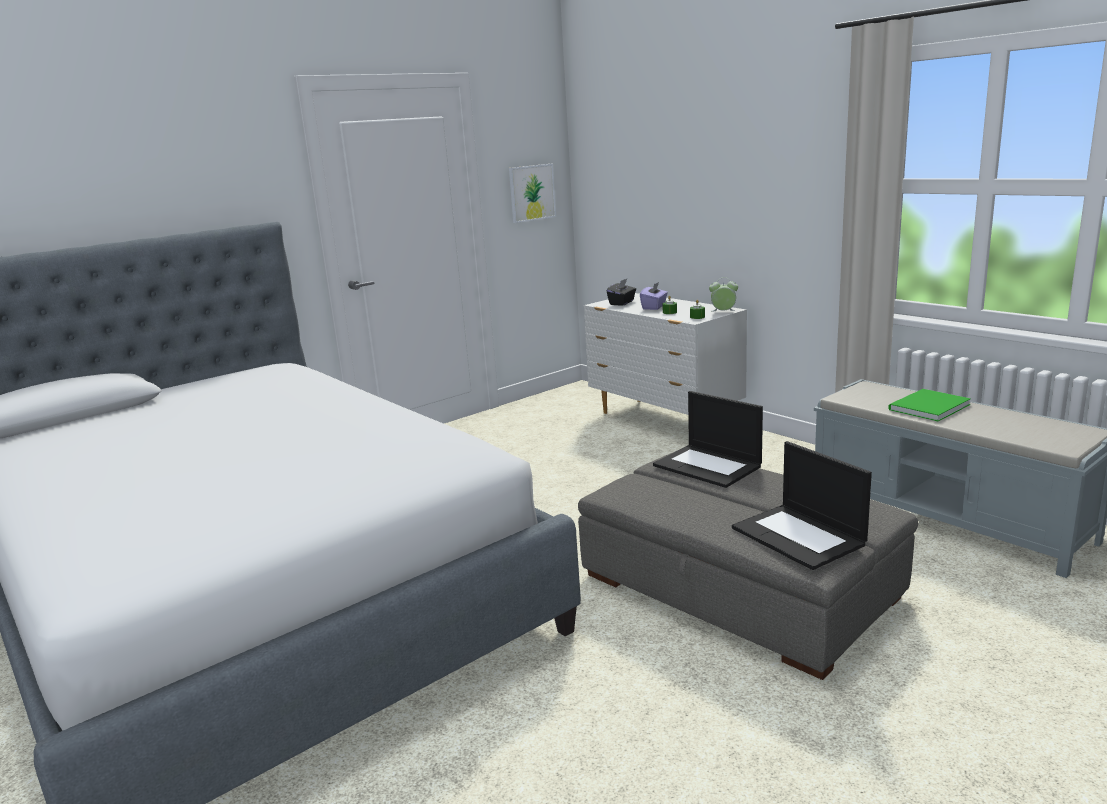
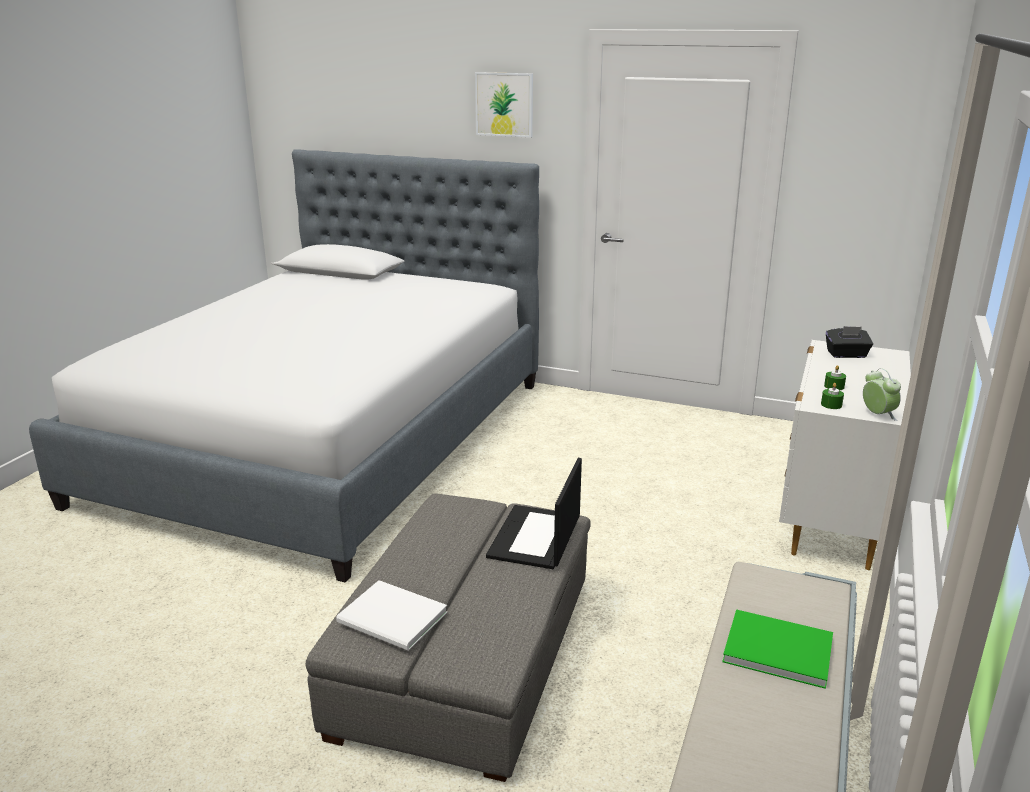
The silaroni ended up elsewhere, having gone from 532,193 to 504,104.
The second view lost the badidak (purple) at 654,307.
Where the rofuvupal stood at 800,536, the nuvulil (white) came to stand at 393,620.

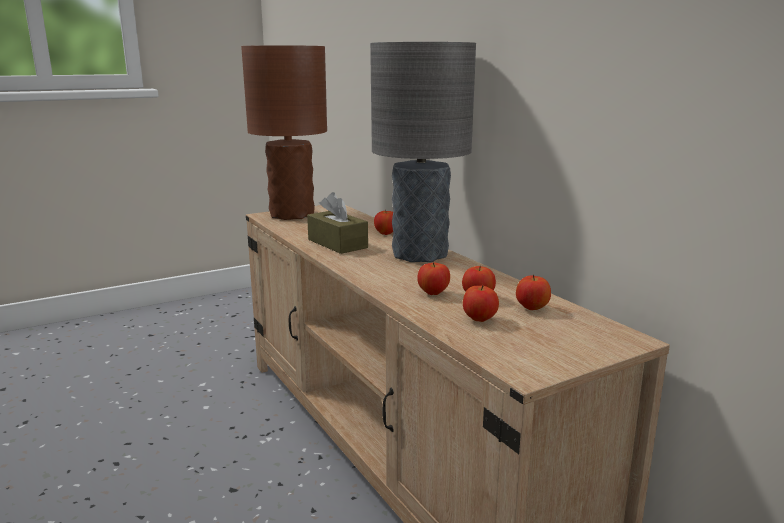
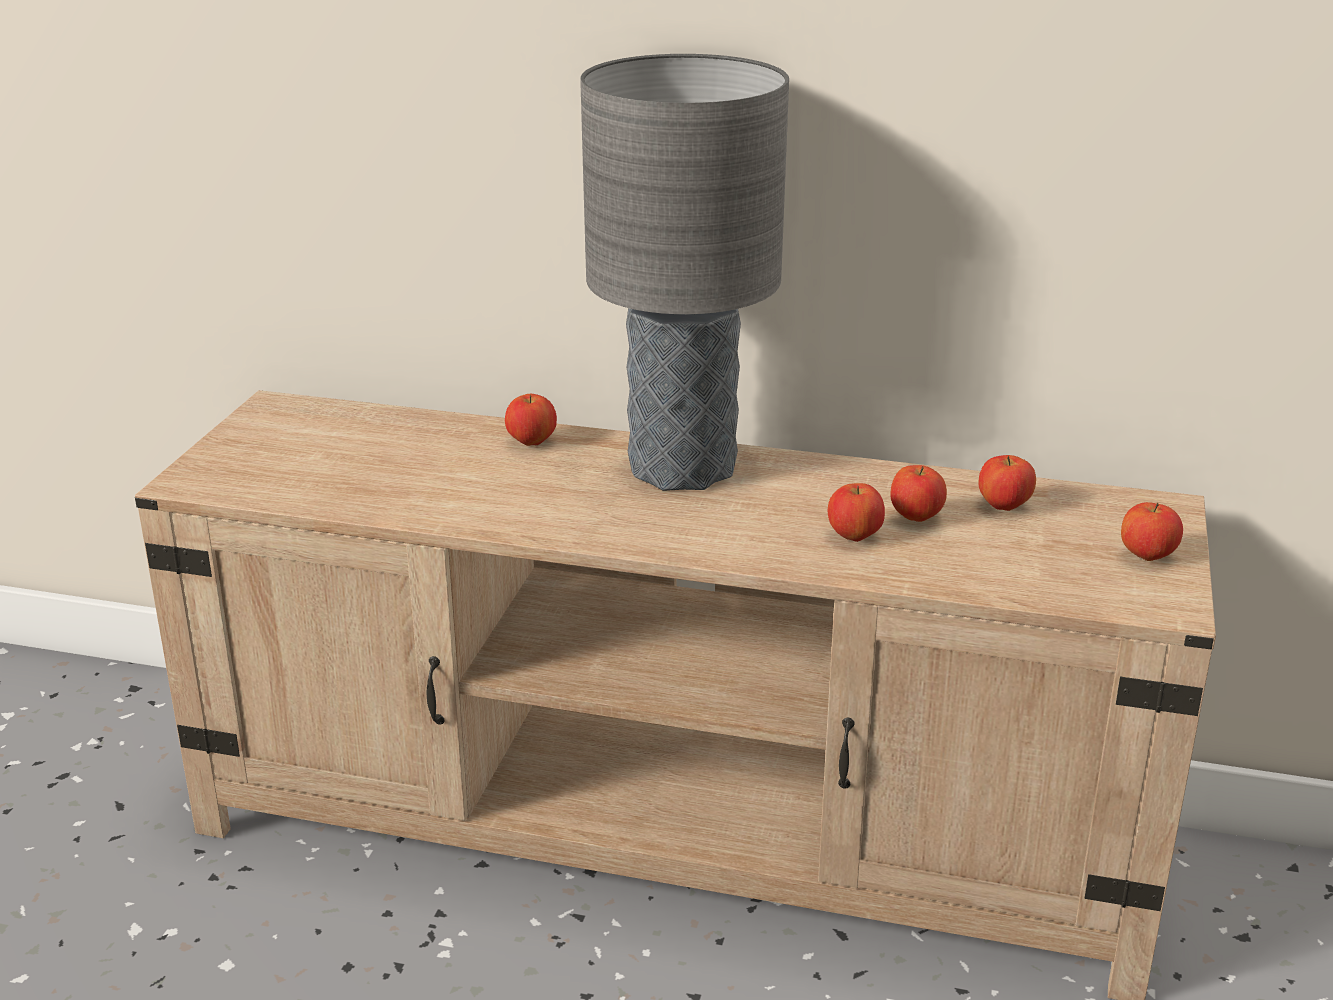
The second view lost the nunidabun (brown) at 292,215.
The second view lost the badidak (brown) at 337,243.
The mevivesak ended up elsewhere, having gone from 479,319 to 1147,556.

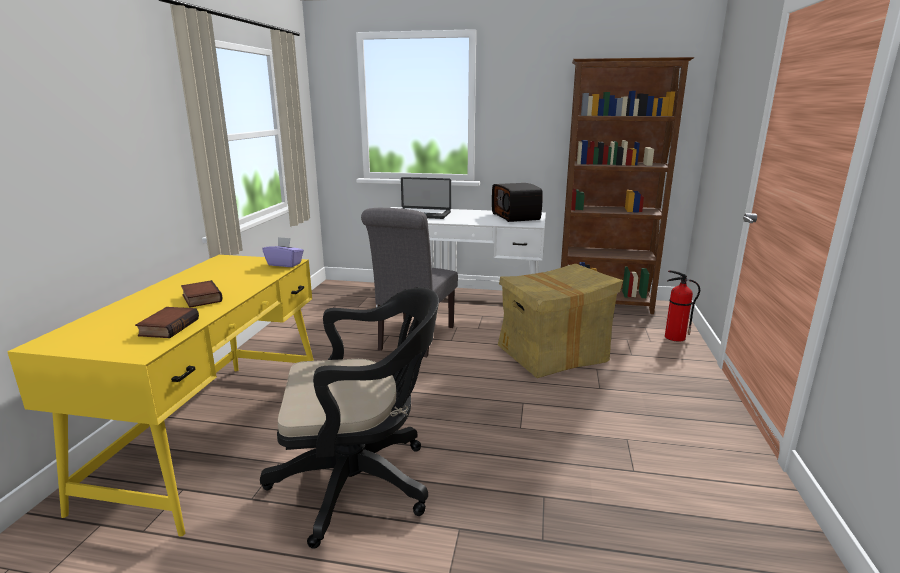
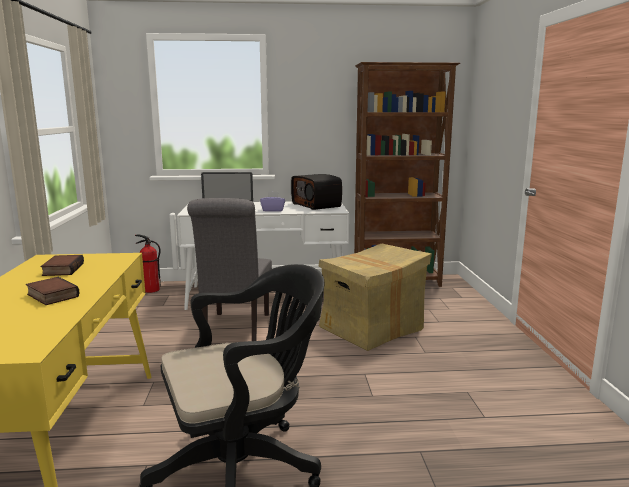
The nuvulil ended up elsewhere, having gone from 168,327 to 62,269.
The badidak (purple) ended up elsewhere, having gone from 285,264 to 273,210.
The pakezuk ended up elsewhere, having gone from 674,337 to 150,290.

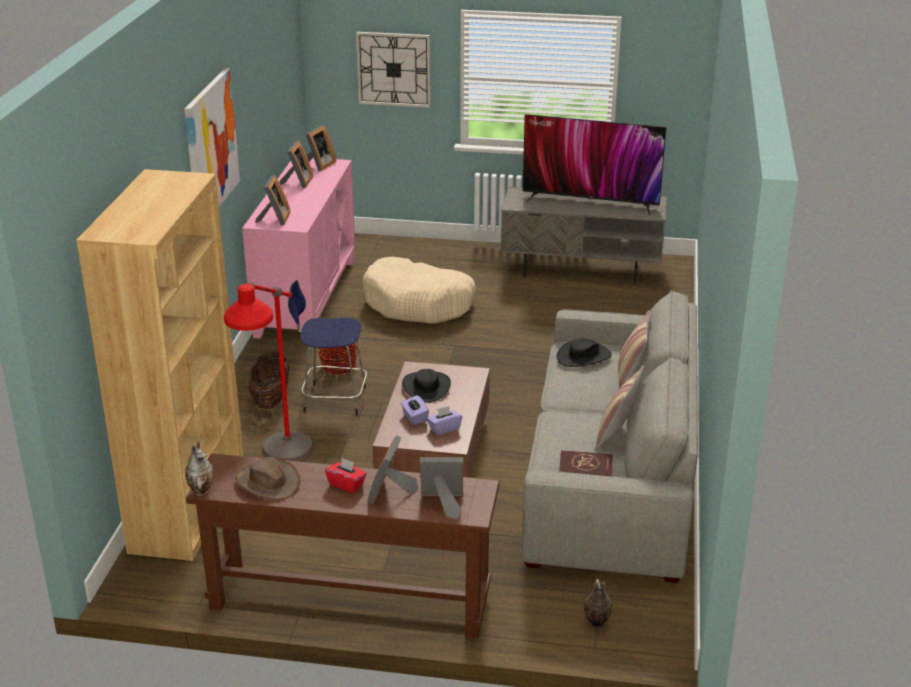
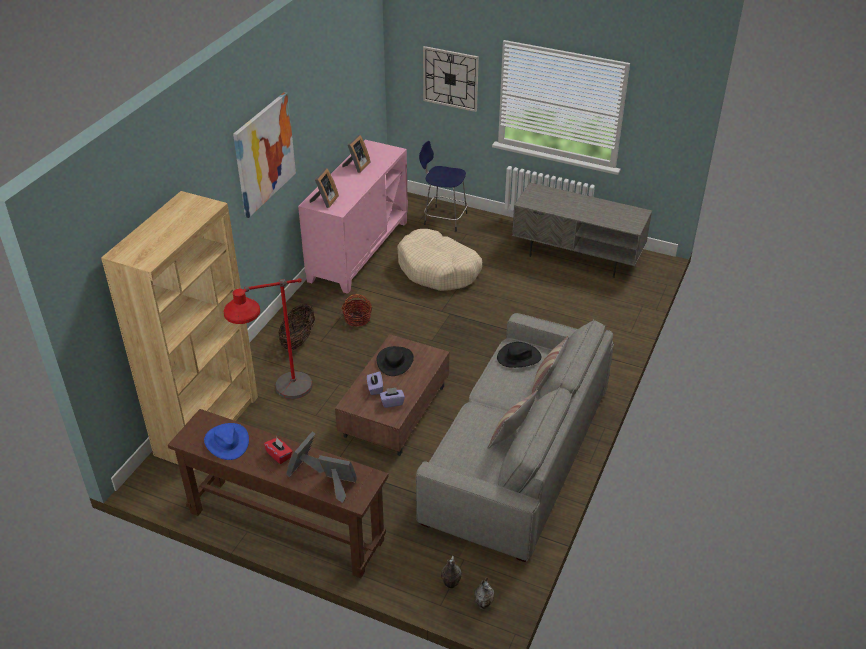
The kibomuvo ended up elsewhere, having gone from 201,490 to 483,604.
What was the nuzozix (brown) at 267,482 turned into the nuzozix (blue) at 227,442.
The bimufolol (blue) ended up elsewhere, having gone from 332,399 to 444,218.
The second view lost the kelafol at 318,165.
The second view lost the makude at 590,202.
The second view lost the nuvulil (red) at 585,468.

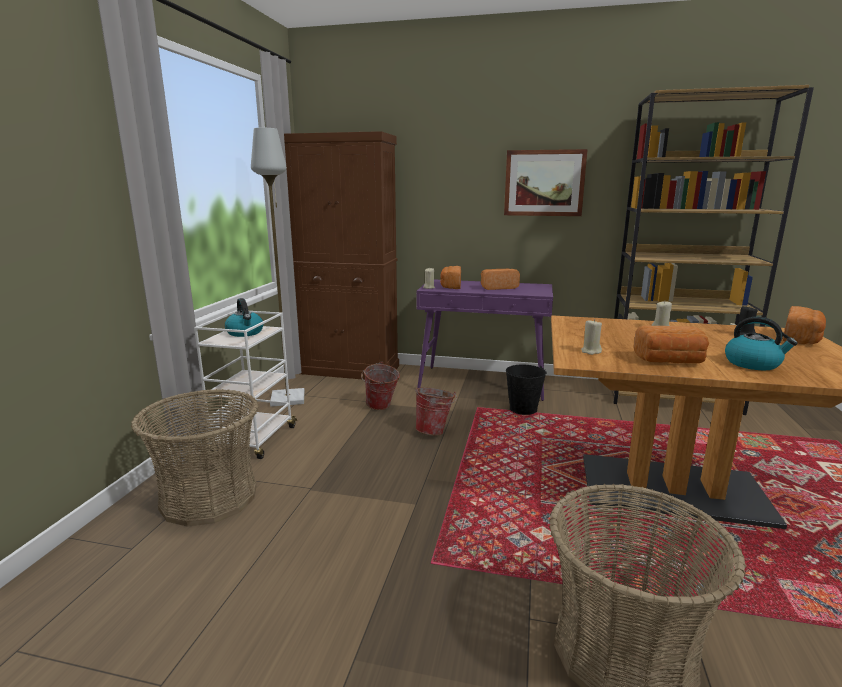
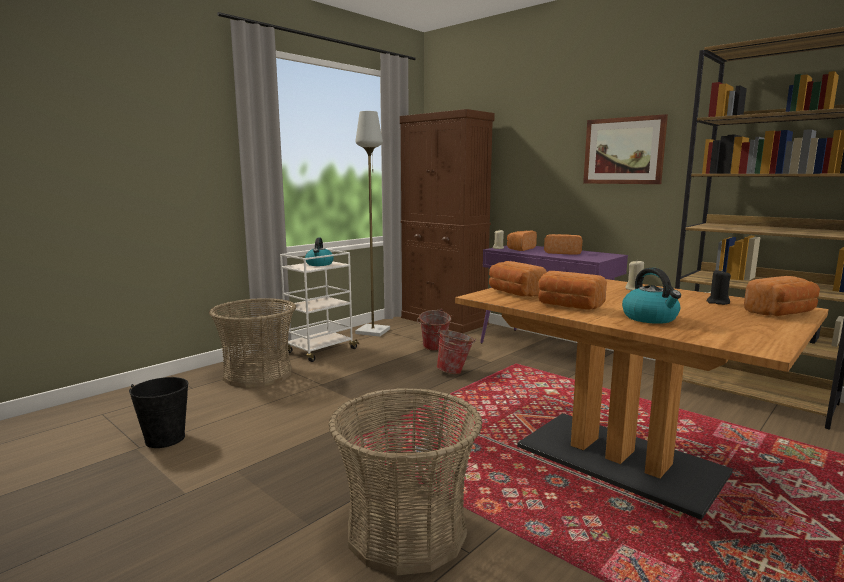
The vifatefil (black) ended up elsewhere, having gone from 523,410 to 165,439.
Where the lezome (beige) stood at 591,351, the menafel came to stand at 514,293.

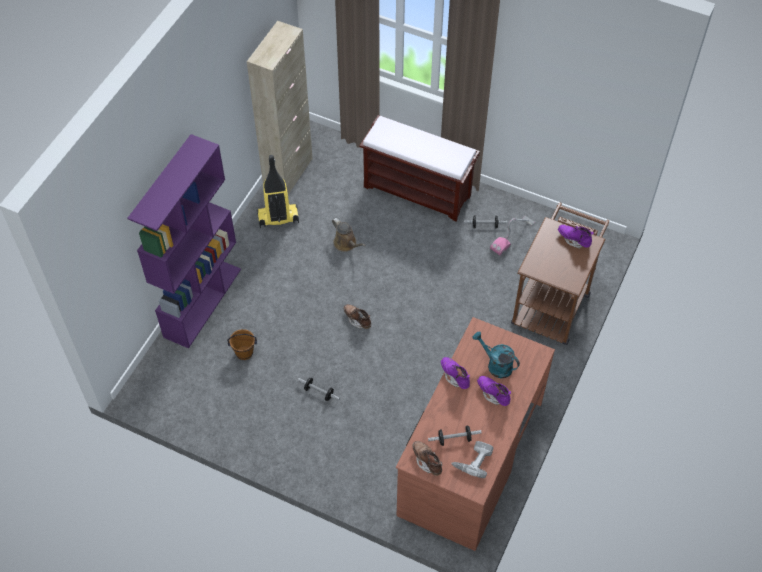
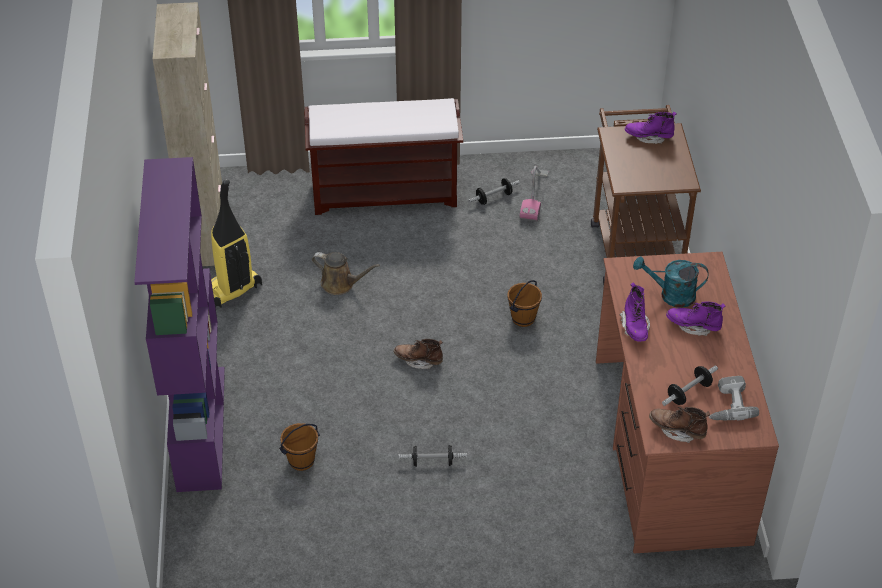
The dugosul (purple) at 455,376 ended up facing another way, 120 degrees counterclockwise from before.
The second view gained the vifatefil (brown) at 523,318.

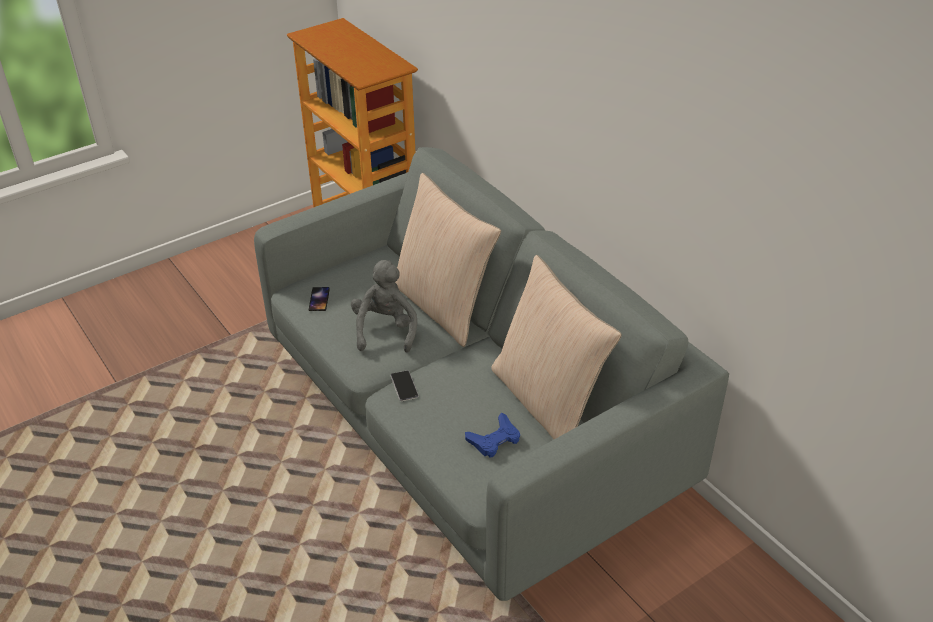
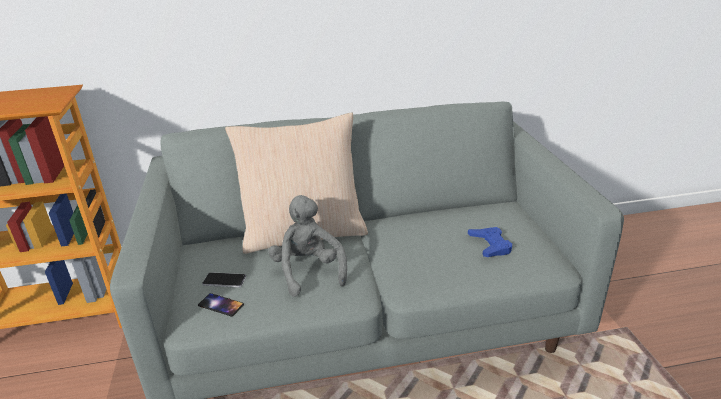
The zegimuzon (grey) at 385,330 ended up facing another way, 45 degrees clockwise from before.
The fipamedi ended up elsewhere, having gone from 404,386 to 224,281.
The second view lost the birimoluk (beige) at 548,402.

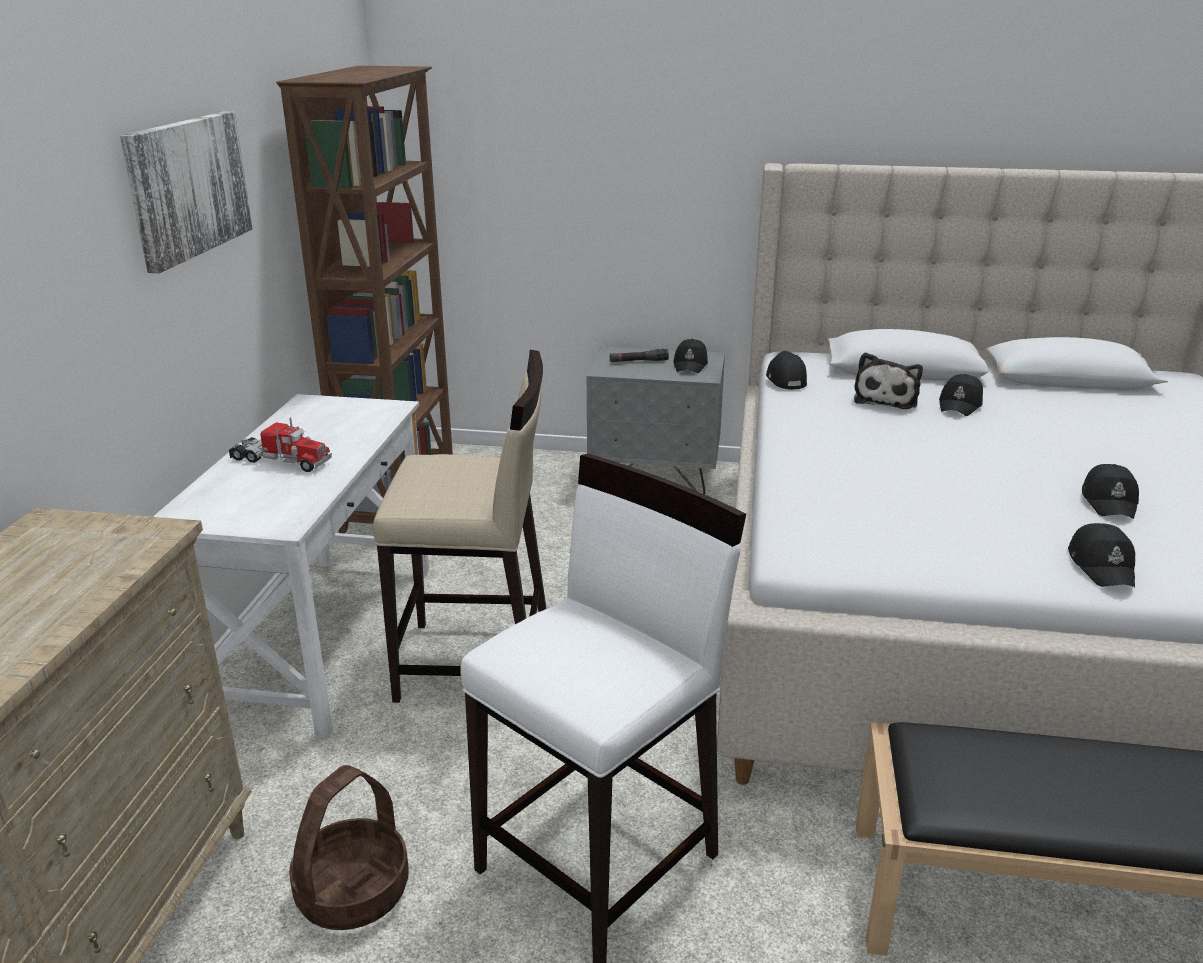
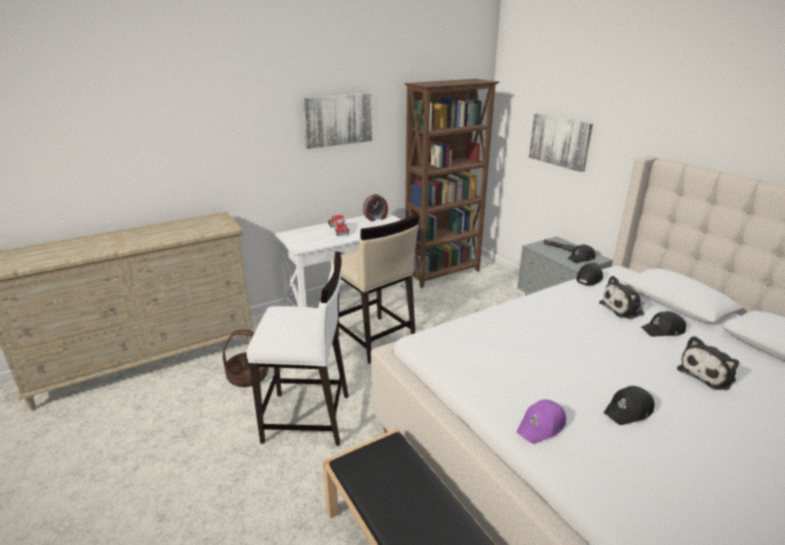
What was the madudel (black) at 1102,566 turned into the madudel (purple) at 541,426.
The second view gained the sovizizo at 376,218.
The second view gained the silaroni at 560,141.
The second view gained the zegimuzon at 708,374.

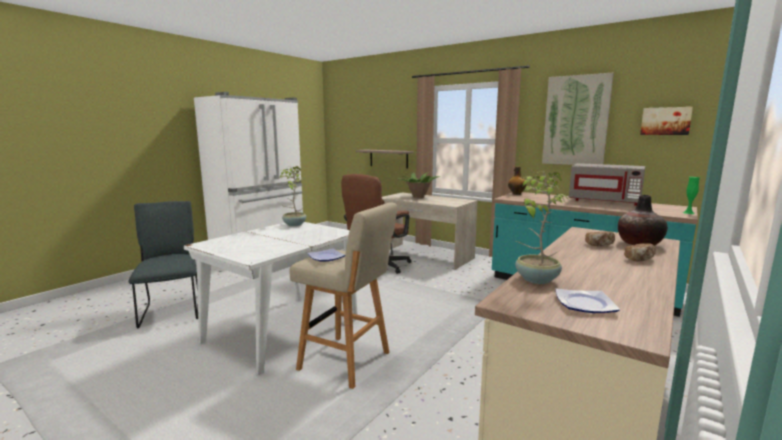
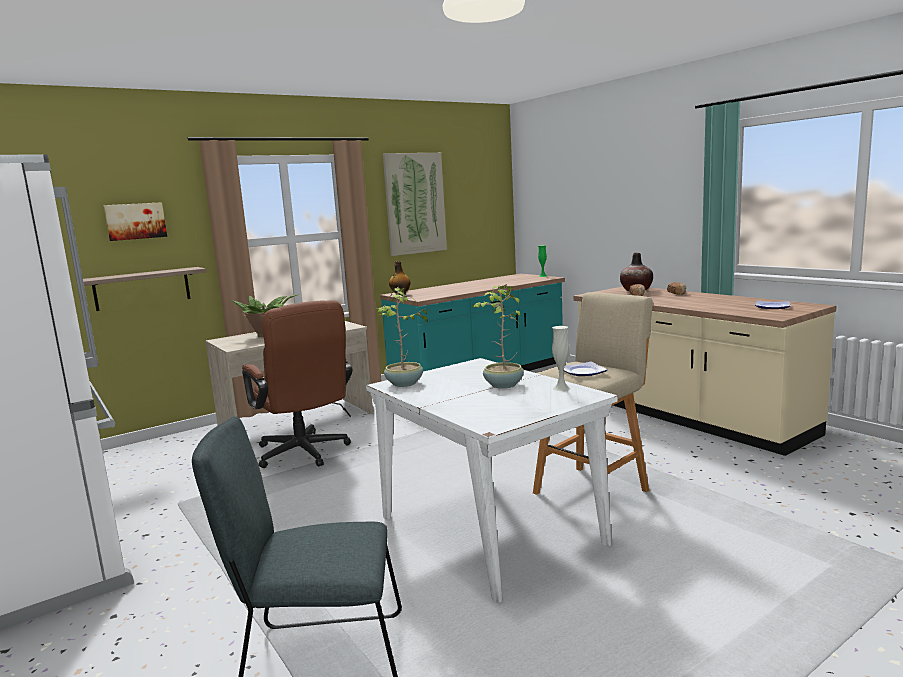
The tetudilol ended up elsewhere, having gone from 535,279 to 503,385.
The second view lost the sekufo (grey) at 604,201.
The silaroni ended up elsewhere, having gone from 665,121 to 135,221.
The second view gained the kibomuvo (white) at 561,388.

